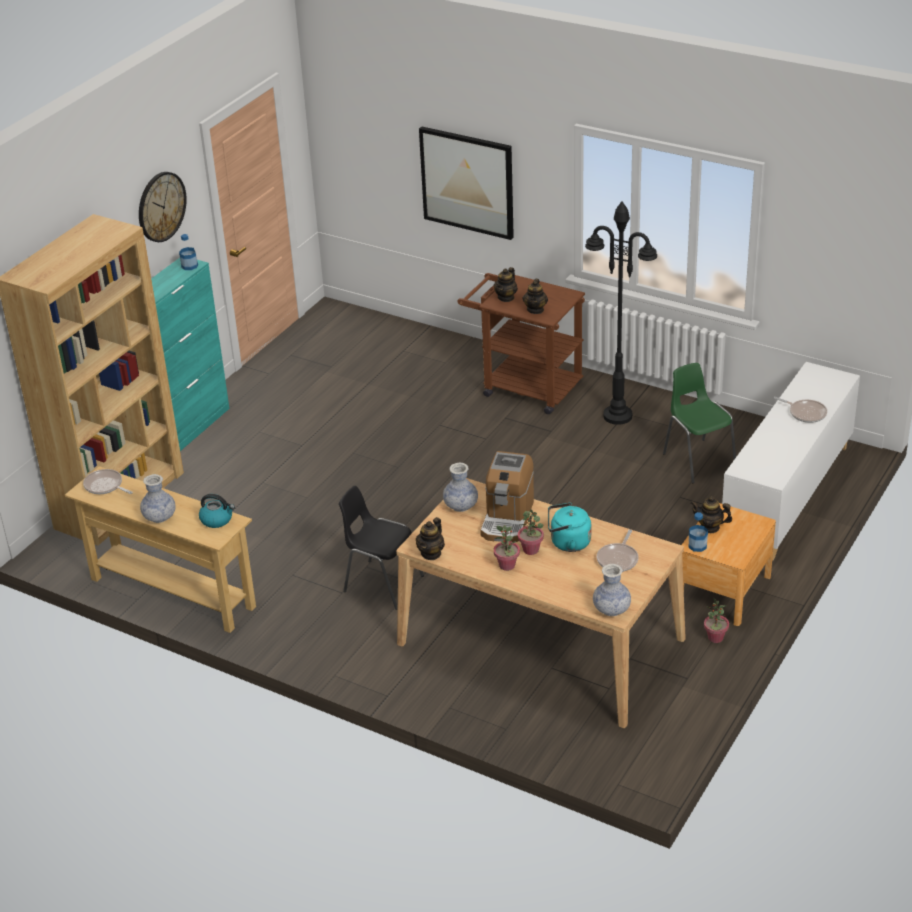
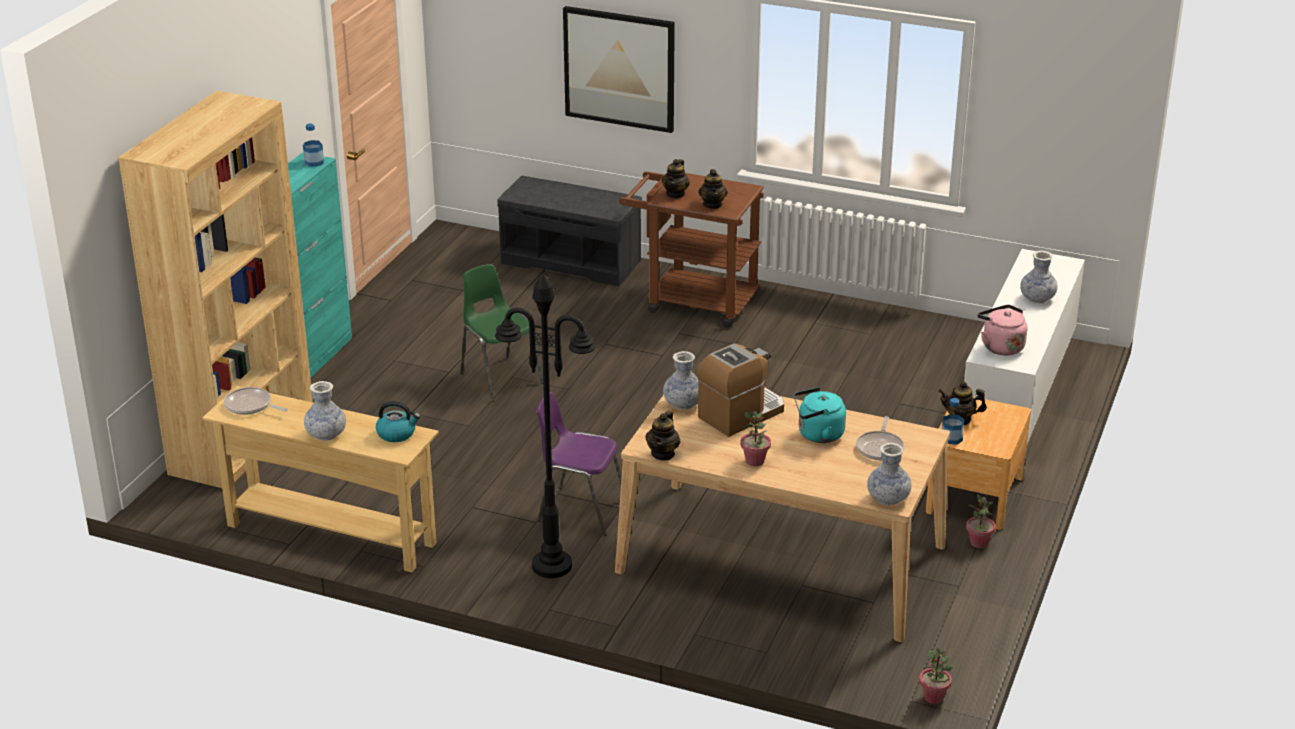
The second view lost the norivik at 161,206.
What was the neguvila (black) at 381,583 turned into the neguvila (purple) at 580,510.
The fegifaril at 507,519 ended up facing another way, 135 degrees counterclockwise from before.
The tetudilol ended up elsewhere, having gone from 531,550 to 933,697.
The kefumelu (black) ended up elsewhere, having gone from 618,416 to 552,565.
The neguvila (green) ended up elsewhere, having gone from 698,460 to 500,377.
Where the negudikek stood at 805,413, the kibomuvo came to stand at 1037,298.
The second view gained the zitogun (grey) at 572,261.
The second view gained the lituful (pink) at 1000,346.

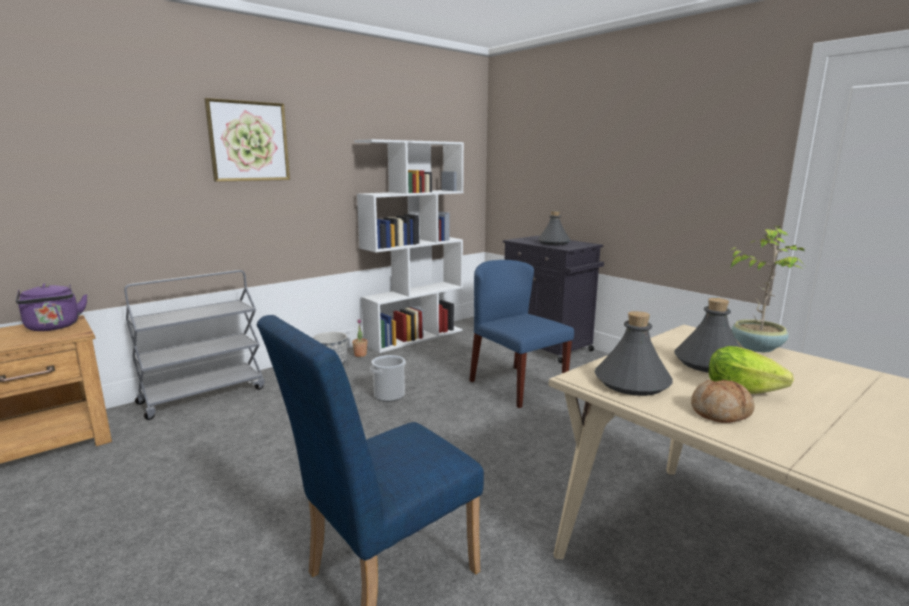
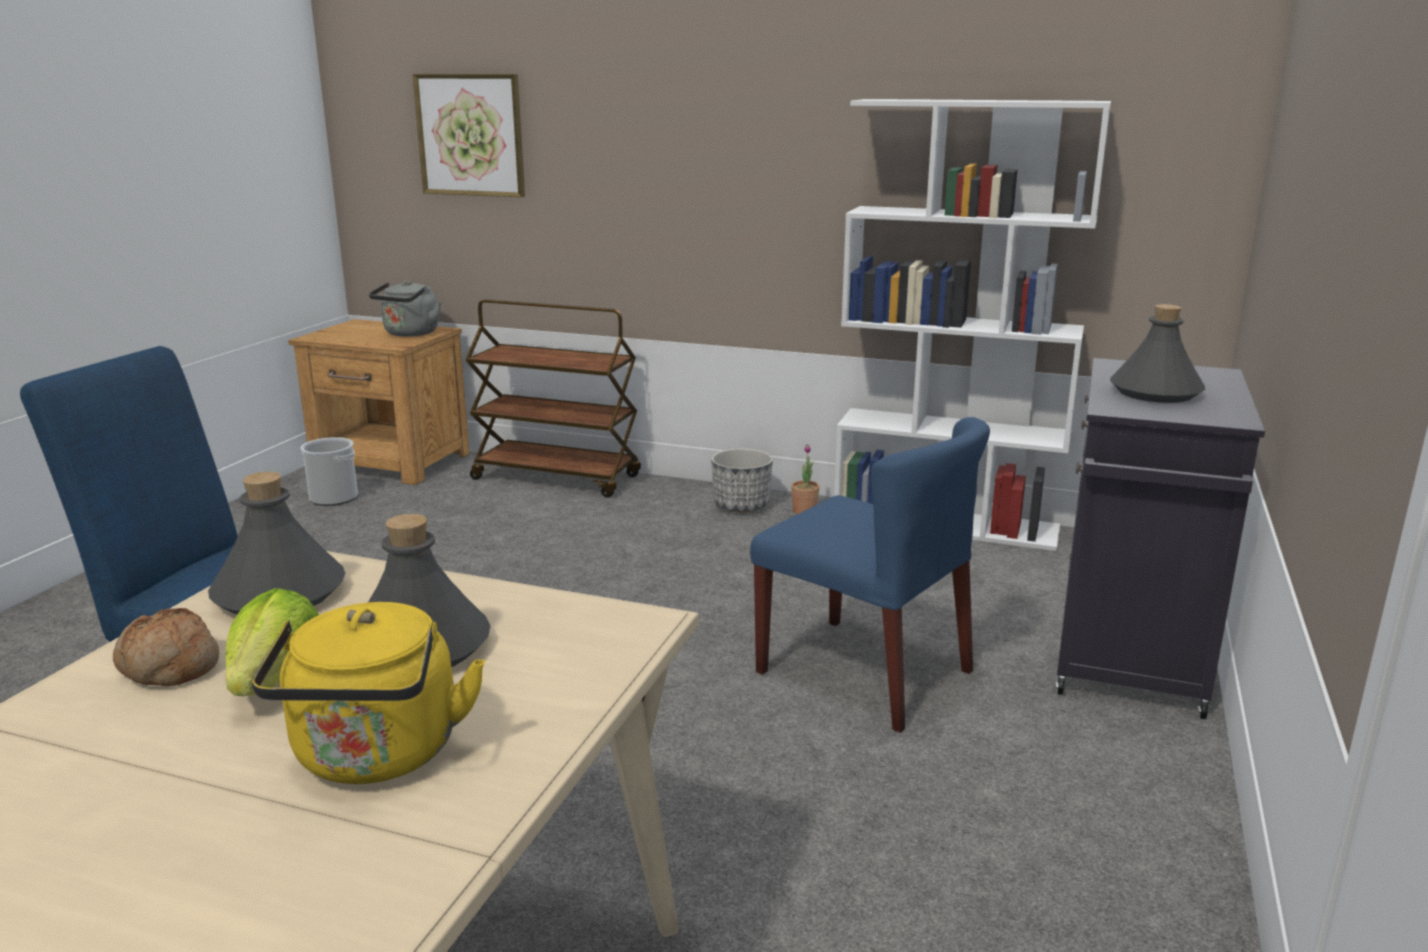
What was the lituful (purple) at 54,327 turned into the lituful (grey) at 409,334.
What was the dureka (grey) at 203,395 turned into the dureka (brown) at 557,477.
The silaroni ended up elsewhere, having gone from 249,141 to 470,135.
The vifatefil ended up elsewhere, having gone from 389,395 to 334,498.
The neguvila (blue) at 516,385 ended up facing another way, 105 degrees clockwise from before.
The second view lost the tetudilol at 756,347.
The second view gained the lituful (yellow) at 376,757.

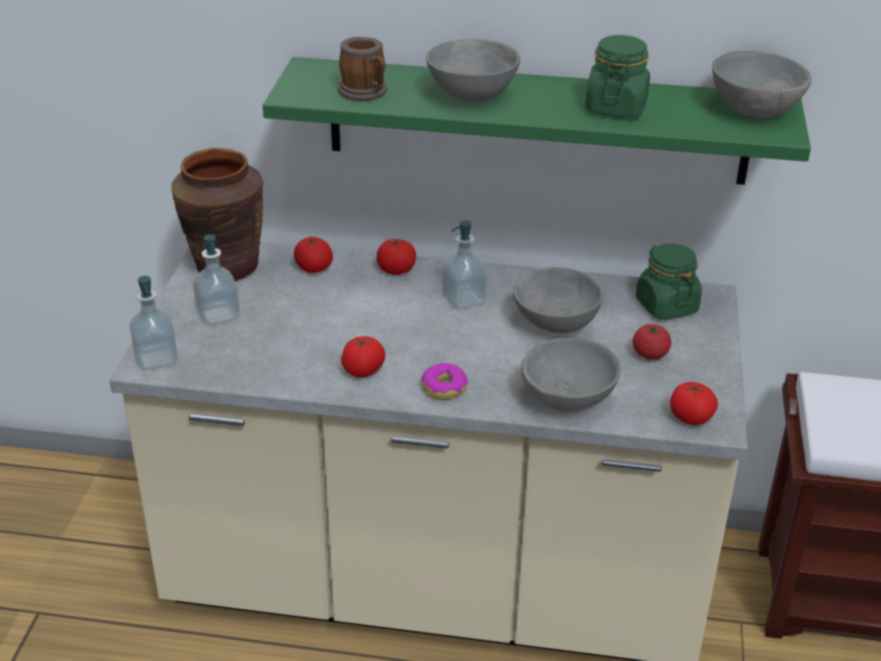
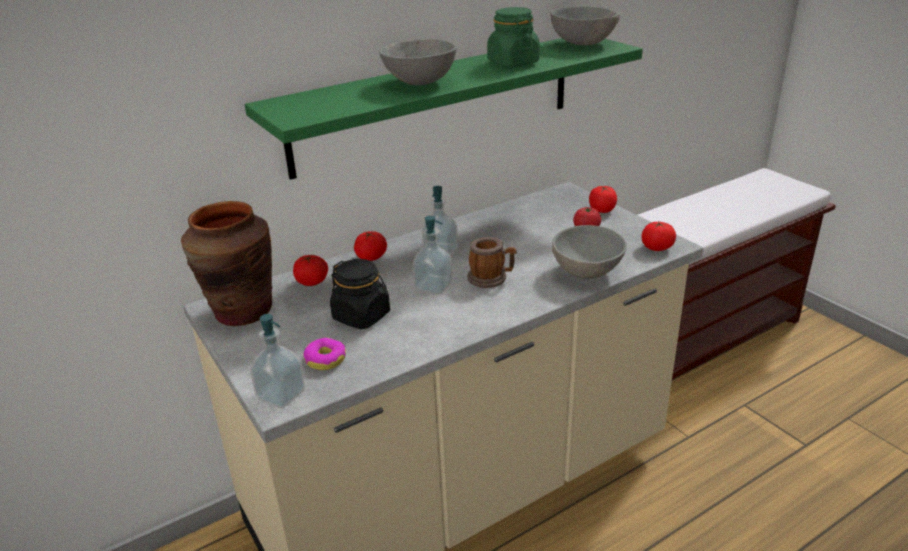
The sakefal ended up elsewhere, having gone from 218,315 to 433,286.
The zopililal ended up elsewhere, having gone from 366,93 to 491,278.
The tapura ended up elsewhere, having gone from 363,370 to 602,210.
The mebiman ended up elsewhere, having gone from 444,387 to 325,359.
The second view lost the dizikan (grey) at 554,325.
The second view lost the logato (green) at 666,305.
The second view gained the logato (black) at 362,316.

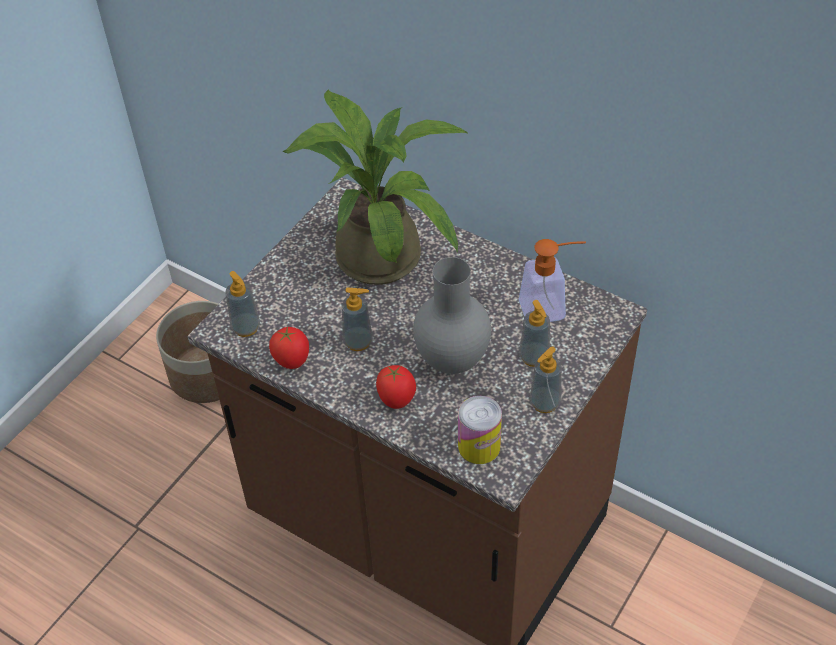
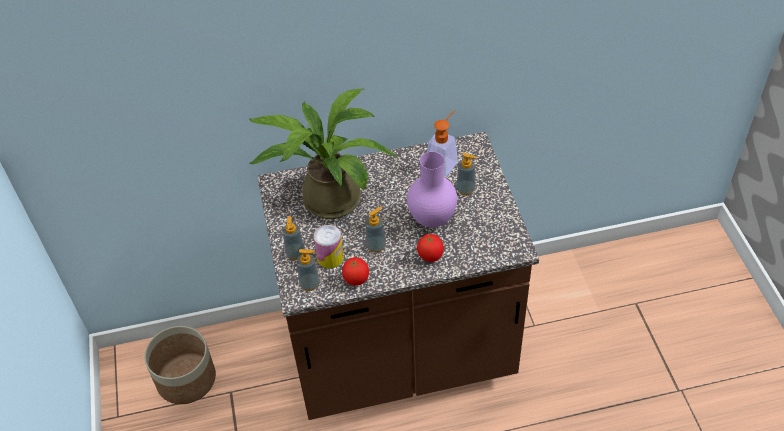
What was the kibomuvo (grey) at 452,363 turned into the kibomuvo (purple) at 433,220.
The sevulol ended up elsewhere, having gone from 479,446 to 330,257.
The sakefal ended up elsewhere, having gone from 544,403 to 295,253.

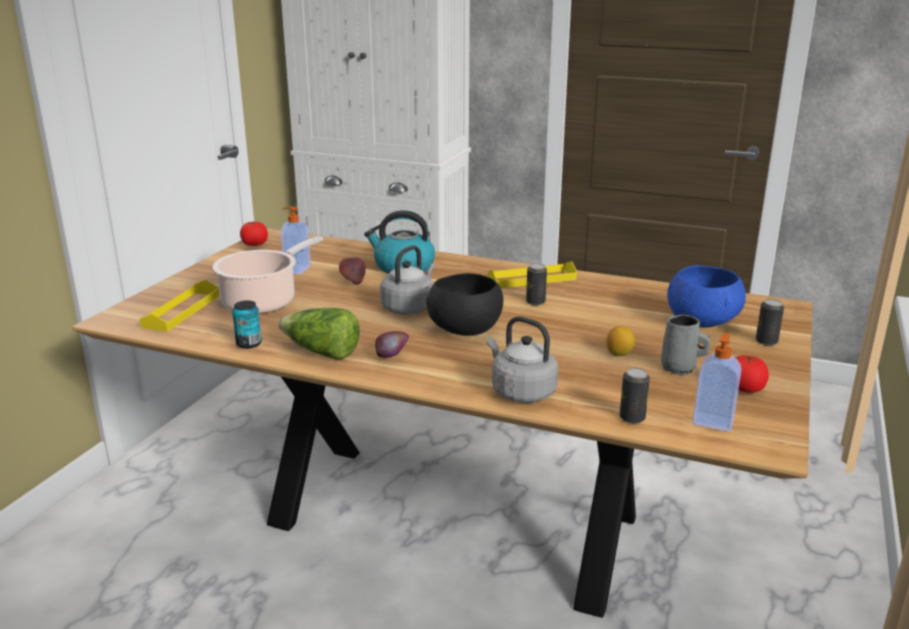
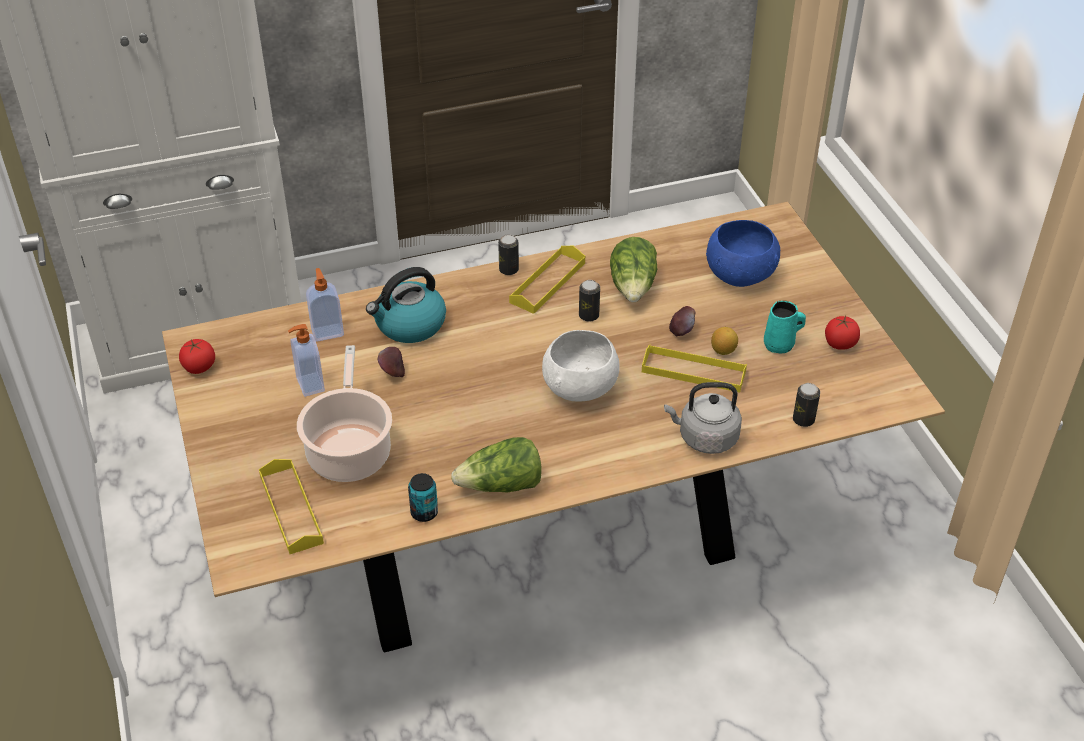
The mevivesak ended up elsewhere, having gone from 392,358 to 681,331.
The second view lost the lituful (grey) at 409,307.
What was the dizikan (black) at 464,331 turned into the dizikan (white) at 580,390.
What was the zopililal (grey) at 680,369 turned into the zopililal (turquoise) at 780,345.
The sakefal ended up elsewhere, having gone from 713,421 to 327,331.
The sevulol ended up elsewhere, having gone from 766,341 to 508,270.
The second view gained the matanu at 633,287.
The second view gained the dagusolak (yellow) at 693,371.

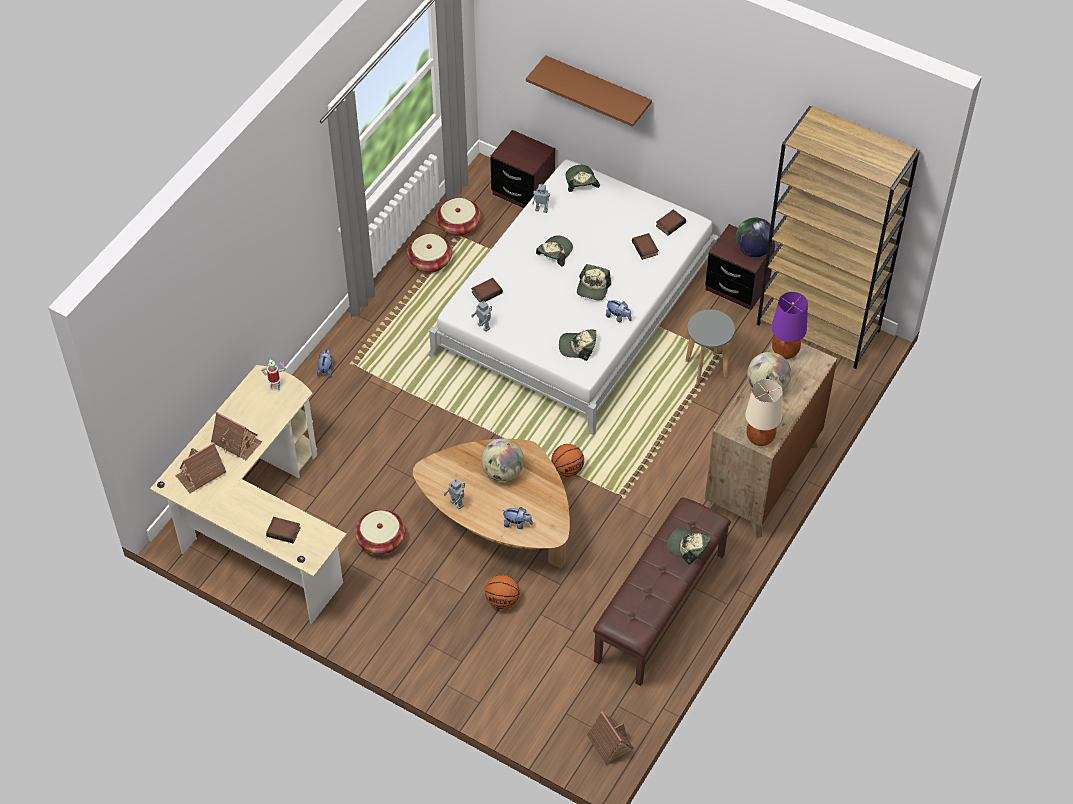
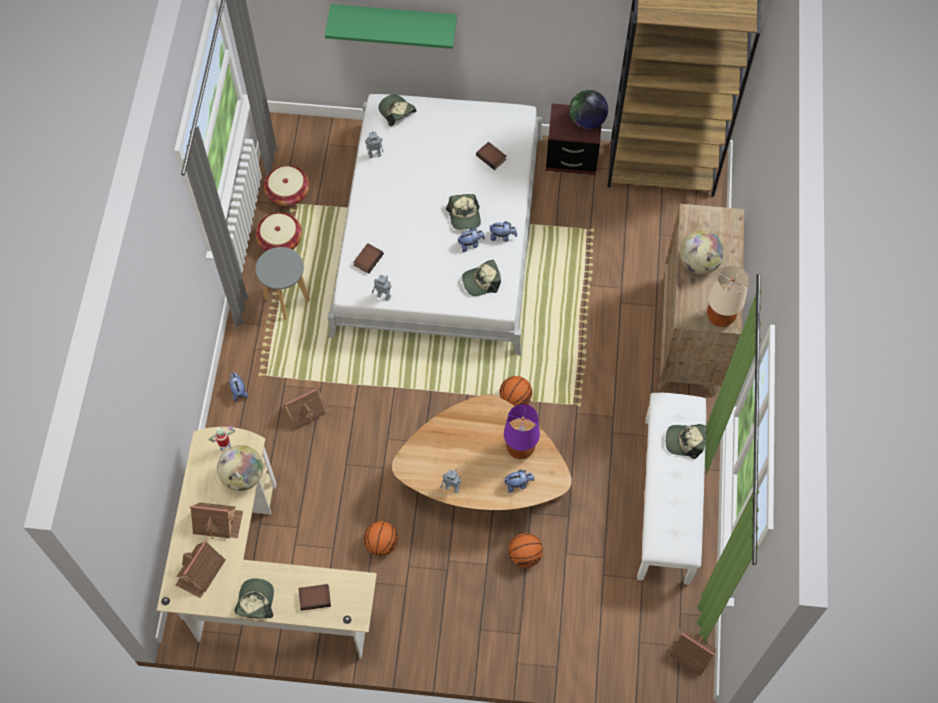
Where the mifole stood at 381,540, the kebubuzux came to stand at 382,544.
The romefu ended up elsewhere, having gone from 502,472 to 243,476.
The second view lost the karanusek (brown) at 523,192.
What was the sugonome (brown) at 597,88 turned into the sugonome (green) at 394,19.
The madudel ended up elsewhere, having gone from 554,252 to 255,602.
What was the zitogun (brown) at 661,608 turned into the zitogun (white) at 668,500.
The second view lost the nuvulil at 670,224.
The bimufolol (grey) ended up elsewhere, having gone from 706,368 to 287,300.
The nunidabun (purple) ended up elsewhere, having gone from 784,351 to 520,449.
The second view gained the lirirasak at 307,409.
The second view gained the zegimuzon at 470,244.

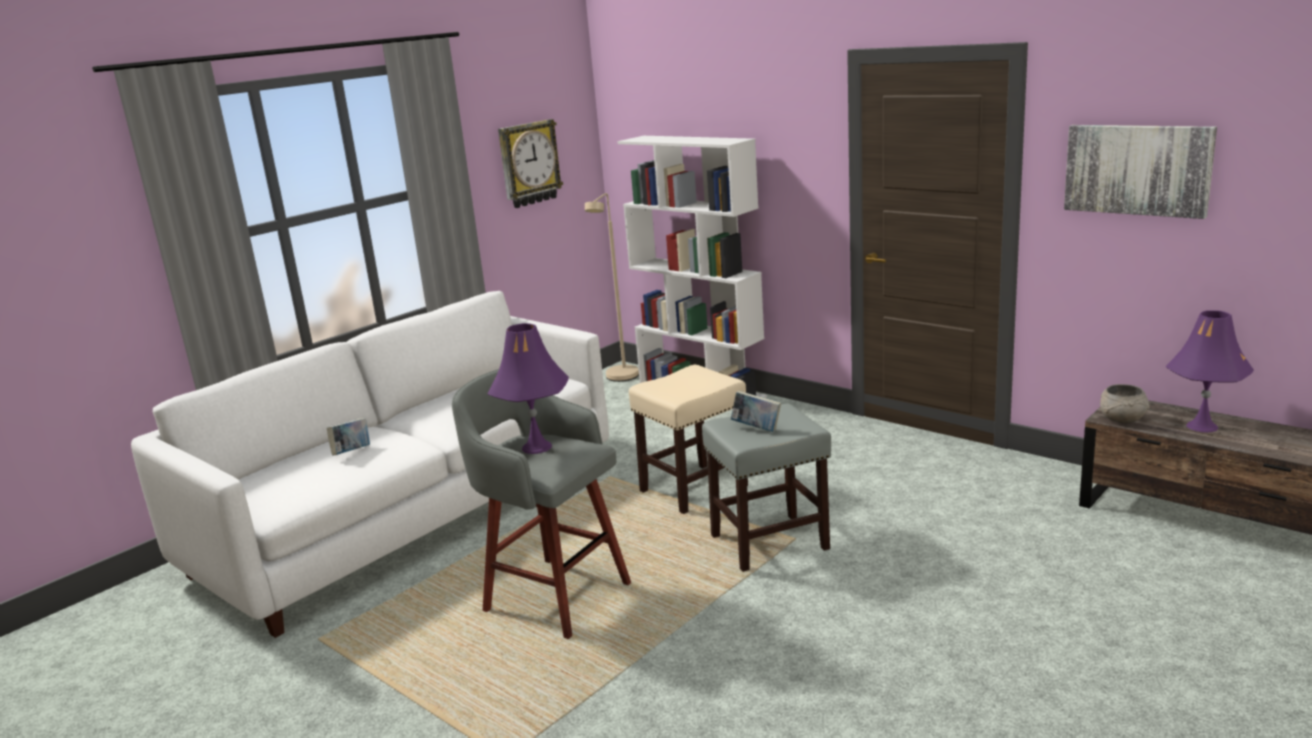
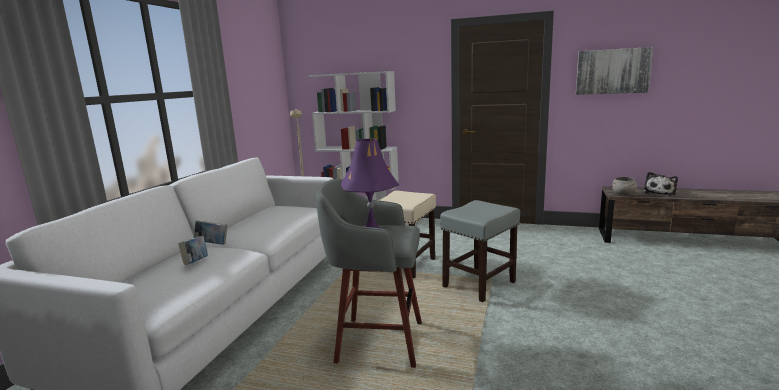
The second view lost the norivik at 529,163.
The nuvulil ended up elsewhere, having gone from 756,428 to 212,244.
Where the nunidabun (purple) stood at 1202,426, the zegimuzon came to stand at 659,192.

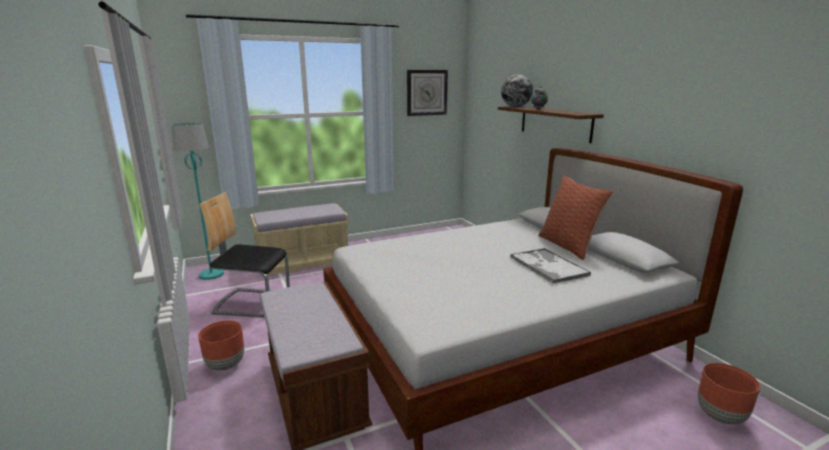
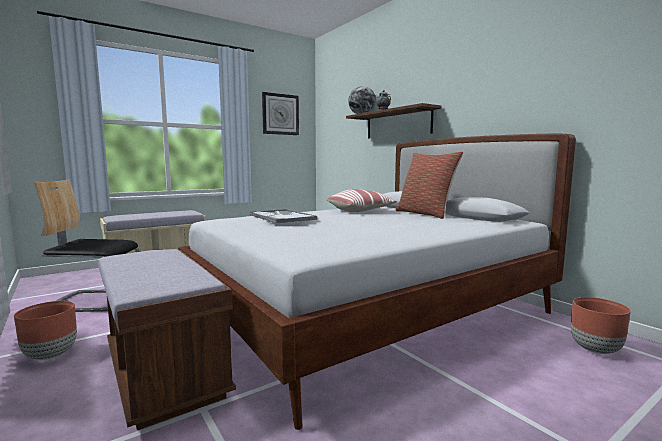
The second view lost the kefumelu (turquoise) at 211,274.
The dagusolak ended up elsewhere, having gone from 547,266 to 281,217.
The second view gained the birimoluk at 360,211.

